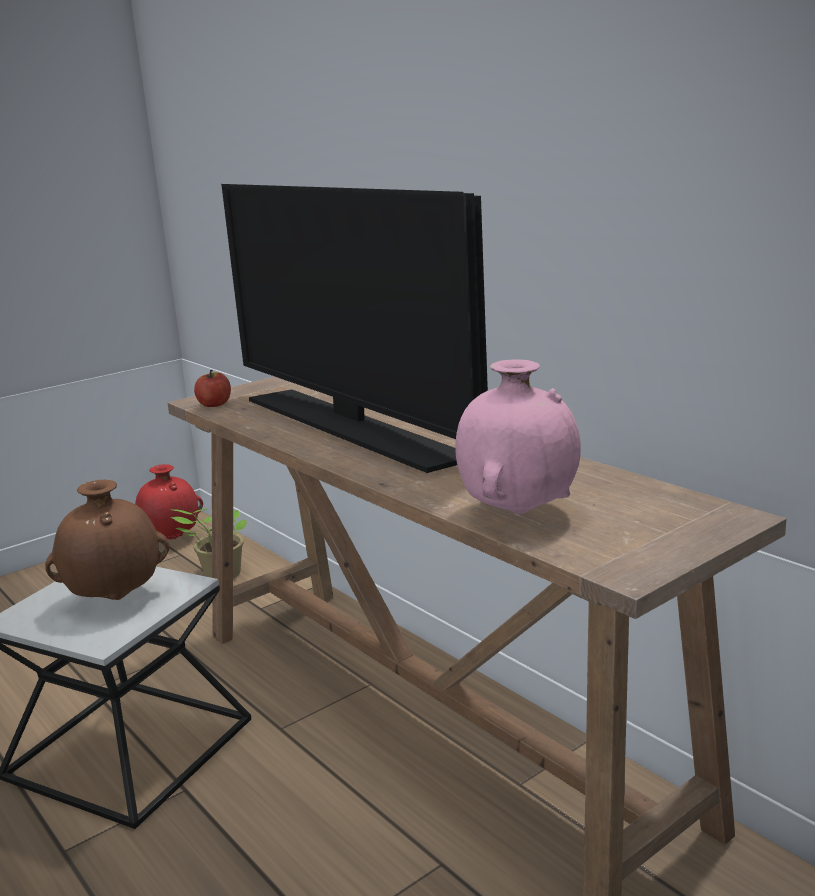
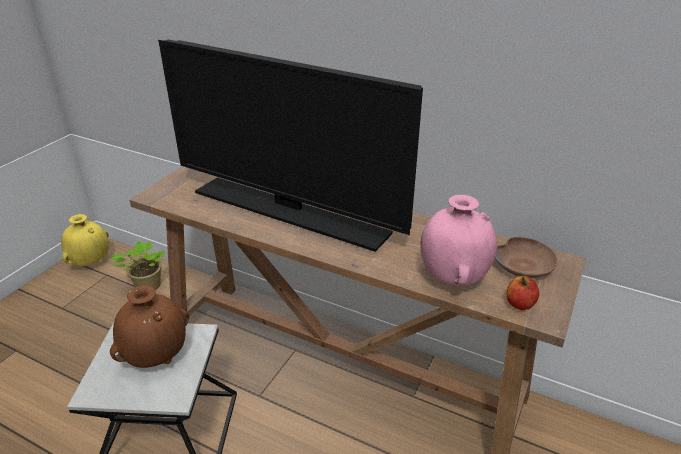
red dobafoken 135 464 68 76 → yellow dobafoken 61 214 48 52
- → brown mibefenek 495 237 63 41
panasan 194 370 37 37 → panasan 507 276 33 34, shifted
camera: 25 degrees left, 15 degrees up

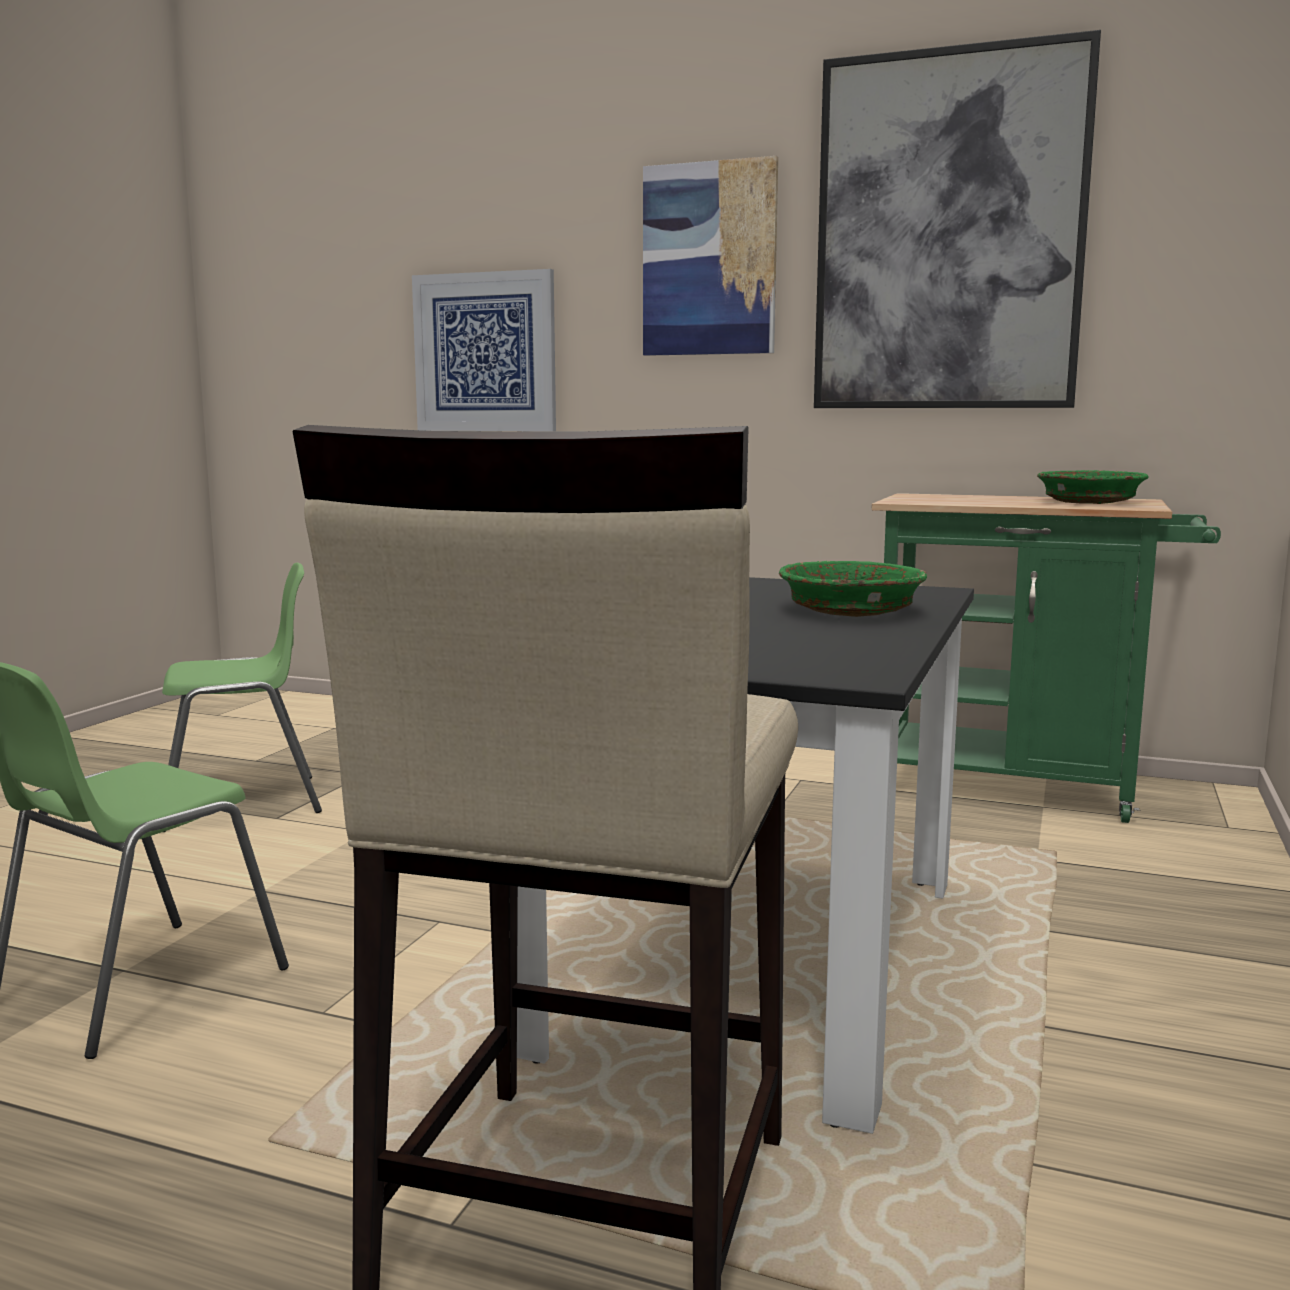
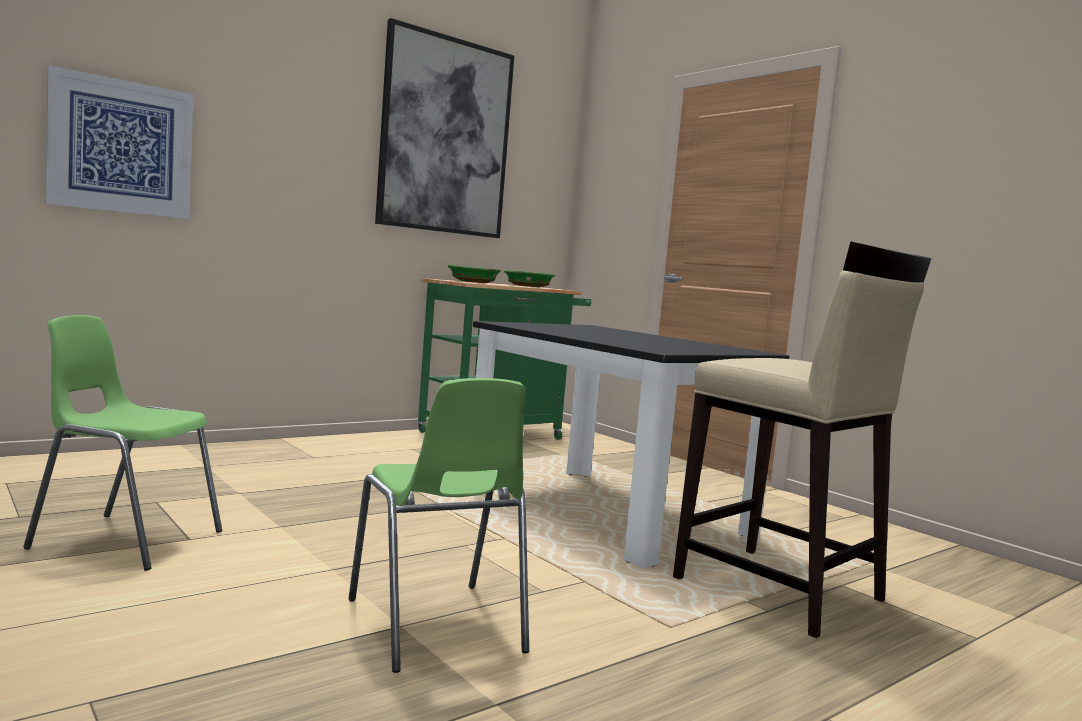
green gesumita 162 563 160 269 → green gesumita 23 315 199 256, 90 degrees counterclockwise
green mibefenek 779 561 148 56 → green mibefenek 448 265 53 18, shifted
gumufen 643 156 135 200 → -
camera: 60 degrees left, 5 degrees down

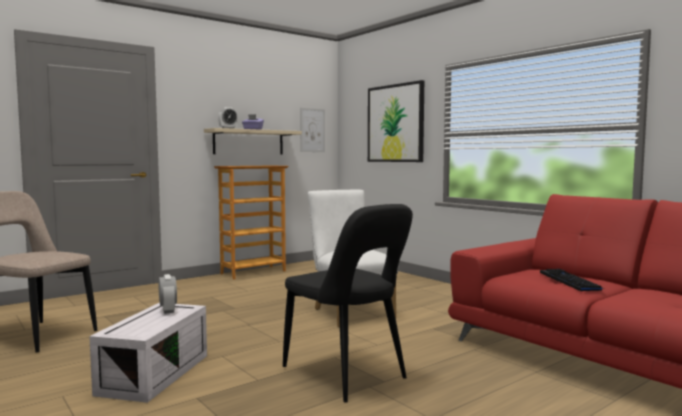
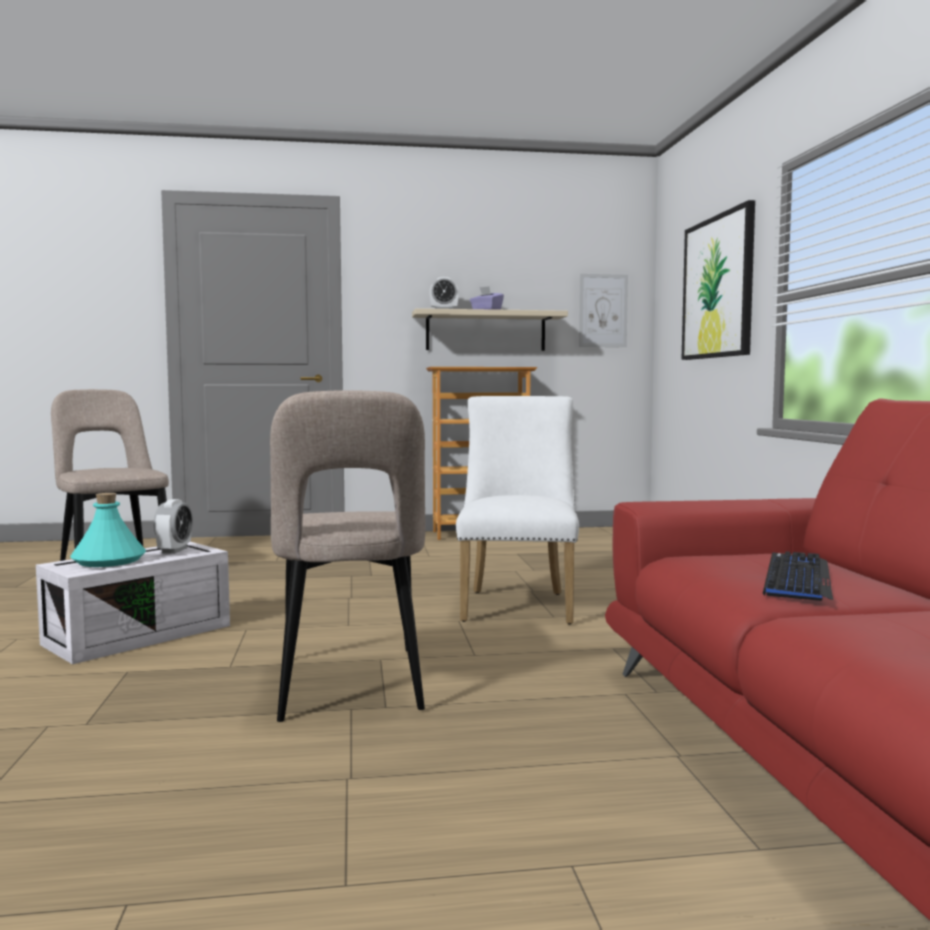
- → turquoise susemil 70 493 76 74
black gesumita 283 204 130 199 → beige gesumita 270 390 156 332
camera: 30 degrees right, 0 degrees up

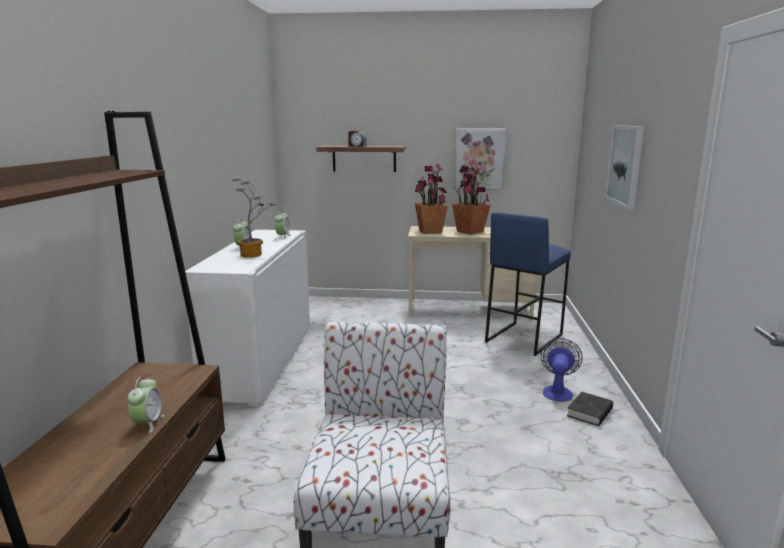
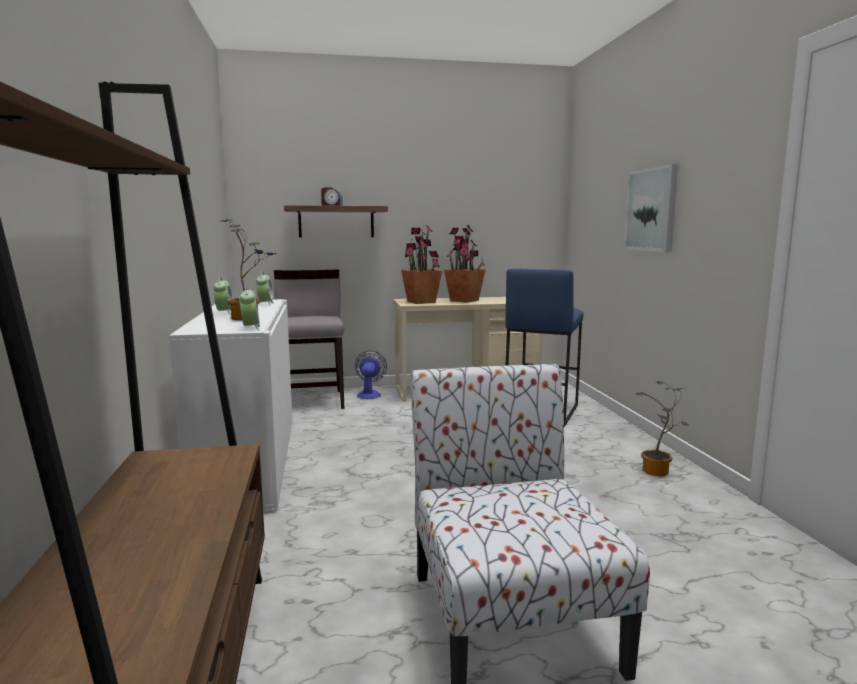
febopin 128 377 36 56 → febopin 239 285 21 46, shifted
- → grey gesumita 274 269 71 140
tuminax 541 338 41 64 → tuminax 355 350 32 49, shifted
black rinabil 567 392 46 34 → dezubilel 635 381 54 95
gumufen 454 128 52 62 → -
camera: 15 degrees left, 5 degrees down

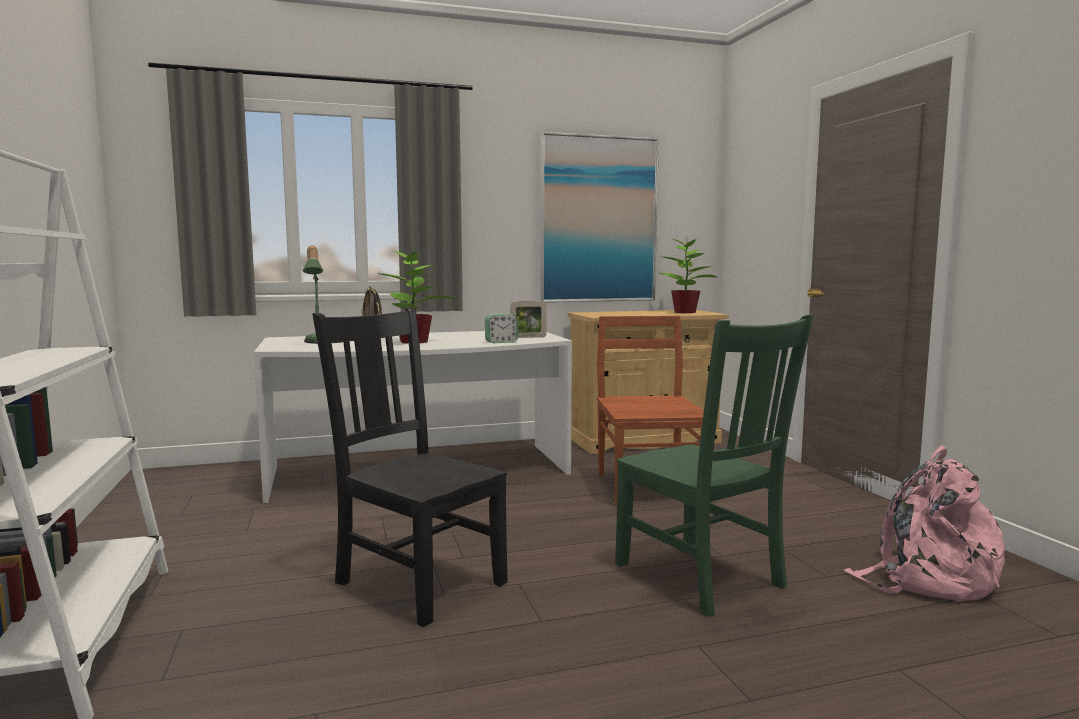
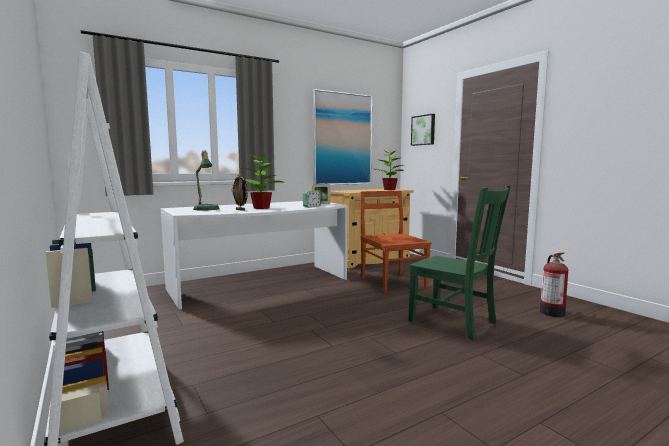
- → gumufen 411 114 24 32
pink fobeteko 844 445 161 157 → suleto 540 252 28 65
black gesumita 312 306 196 321 → -
camera: 15 degrees left, 0 degrees up

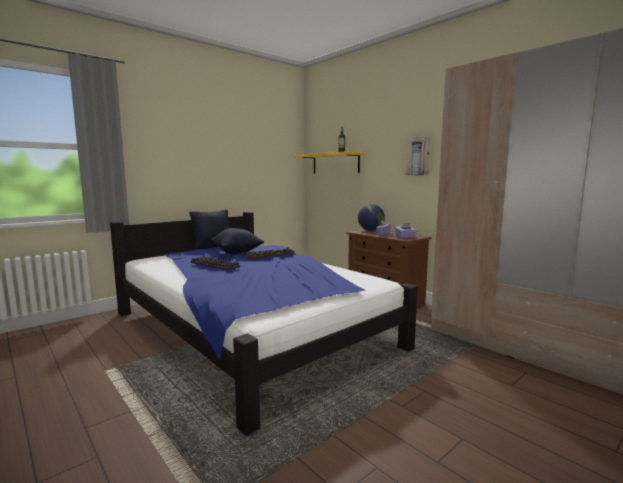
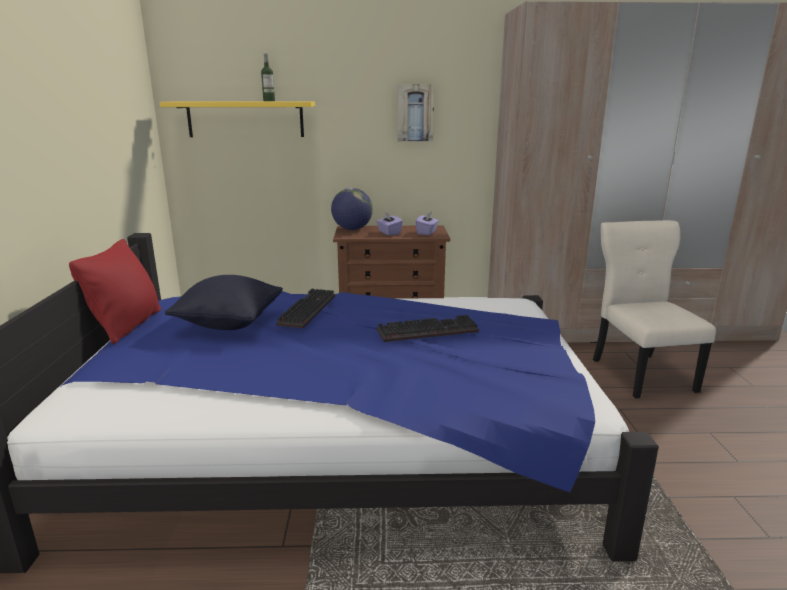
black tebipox 190 209 39 40 → red tebipox 69 239 92 105
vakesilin 191 256 49 14 → vakesilin 377 315 102 27, shifted
- → beige gesumita 593 220 123 179
camera: 50 degrees left, 10 degrees up

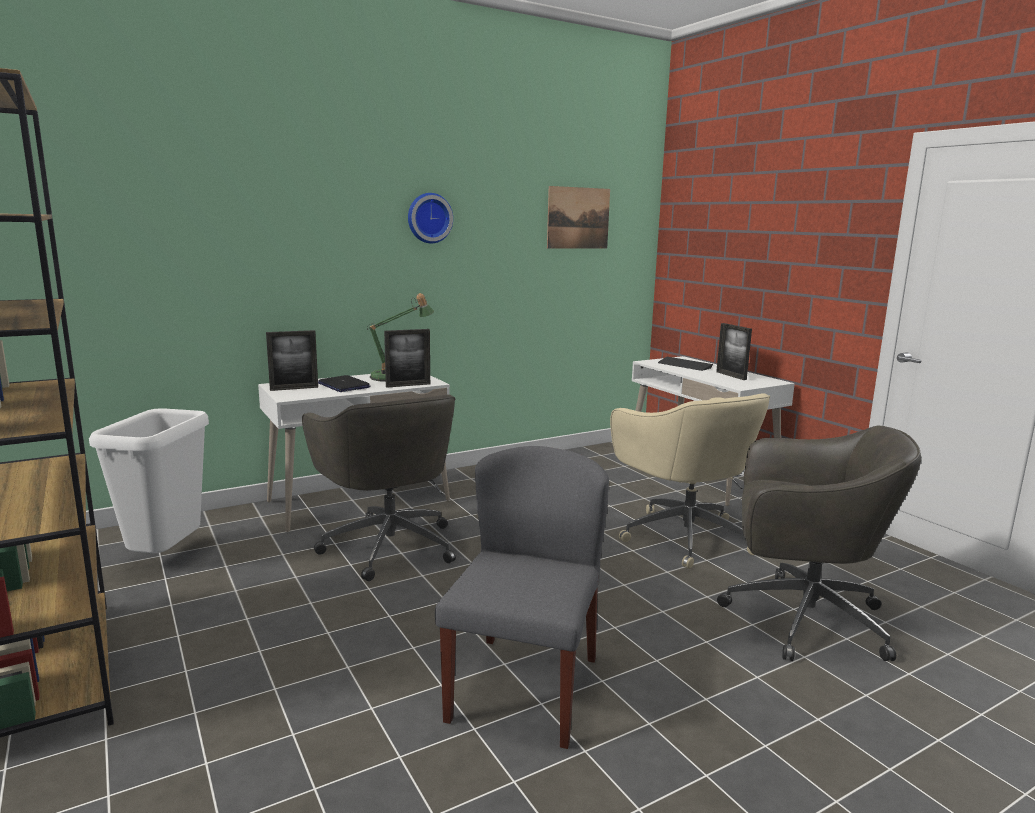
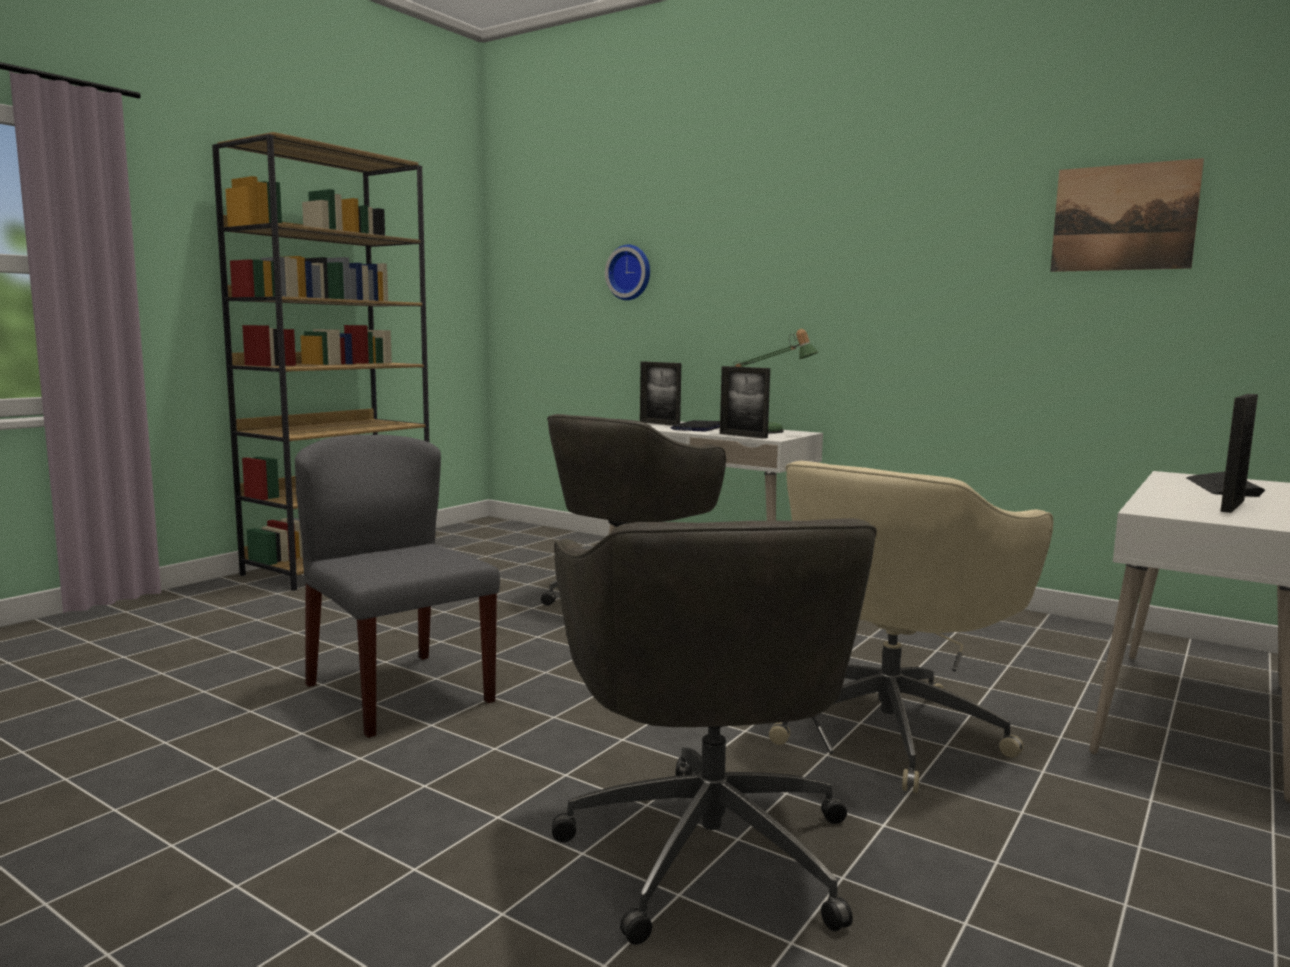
grey gesumita 435 446 174 303 → grey gesumita 295 435 205 303, 120 degrees counterclockwise
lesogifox 408 193 45 50 → lesogifox 605 244 45 56, shifted
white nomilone 89 408 120 145 → -
camera: 65 degrees right, 5 degrees down

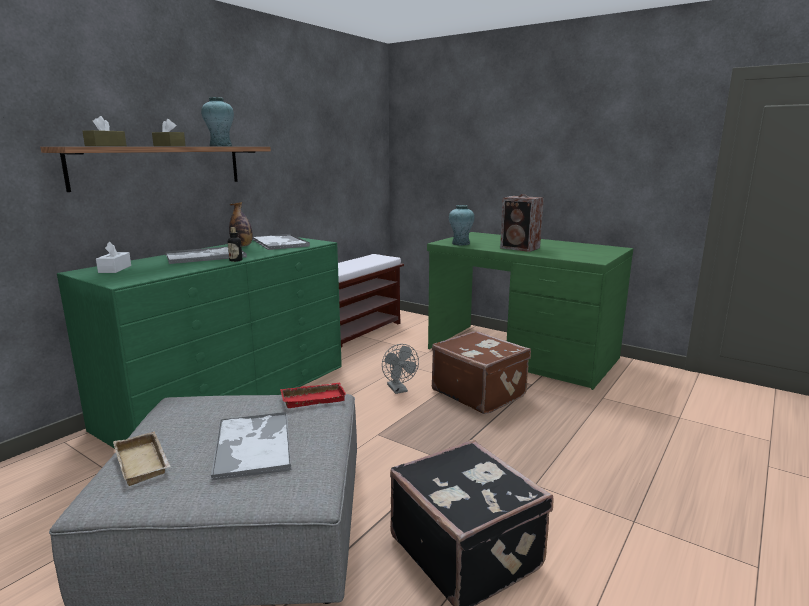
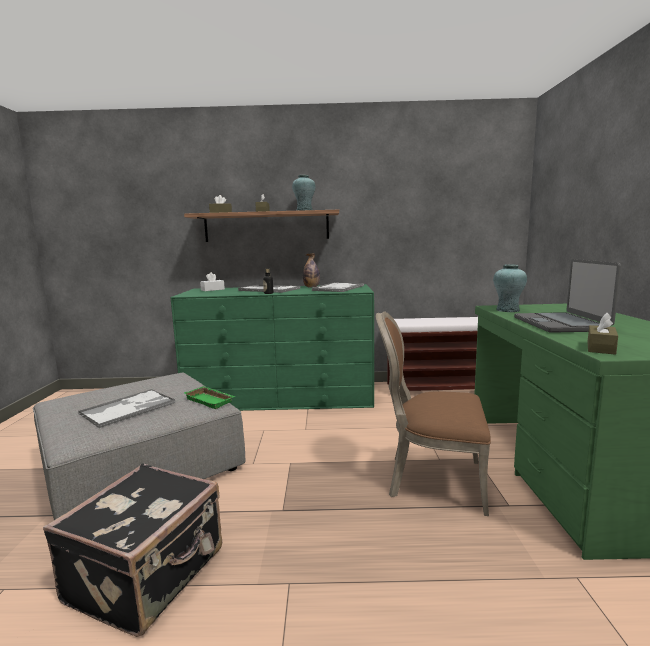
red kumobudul 280 383 66 25 → green kumobudul 184 386 52 23
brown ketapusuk 432 331 99 83 → brown gesumita 376 311 115 205
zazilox 500 194 44 58 → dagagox 514 259 107 74
- → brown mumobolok 588 313 30 42
beige kumobudul 113 431 58 55 → -
grey tuminax 382 344 37 50 → -
camera: 55 degrees right, 5 degrees down

